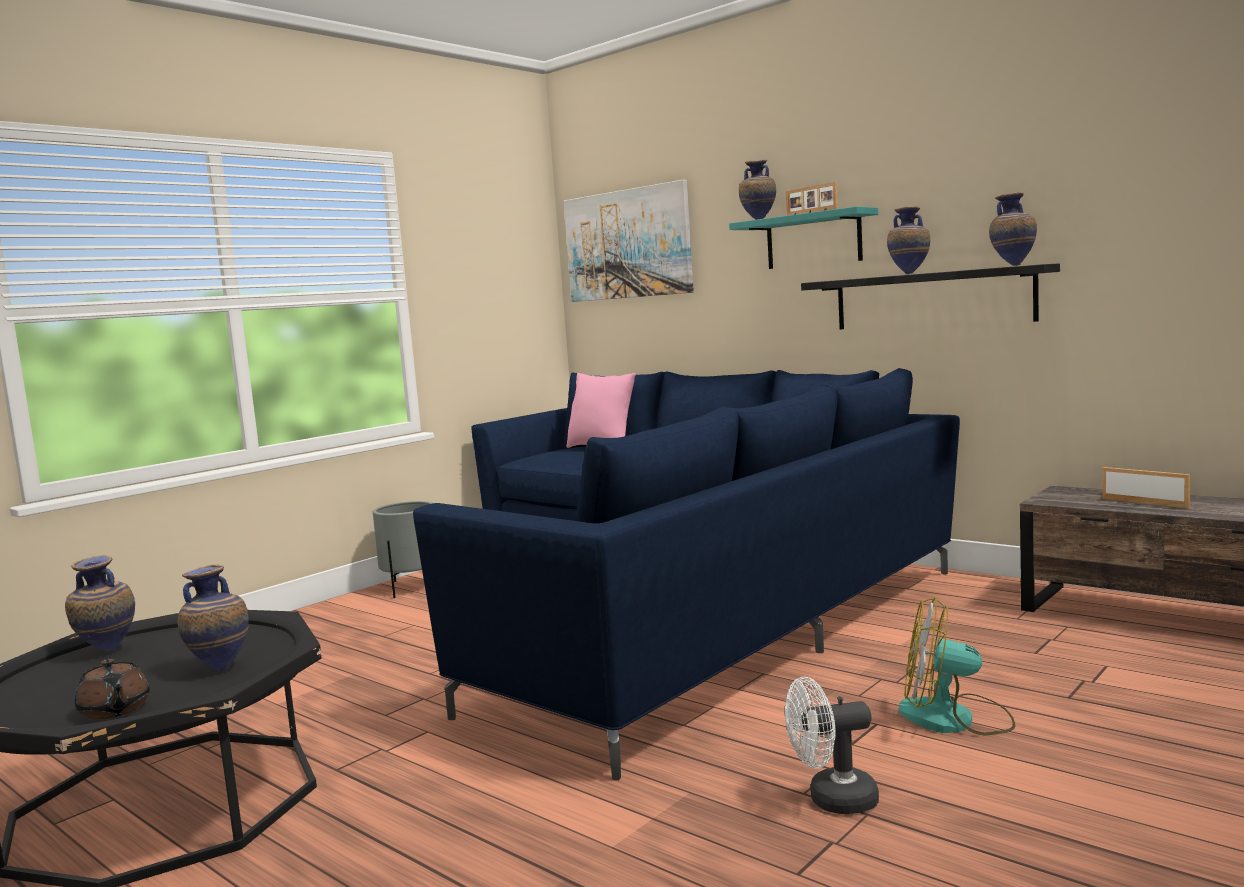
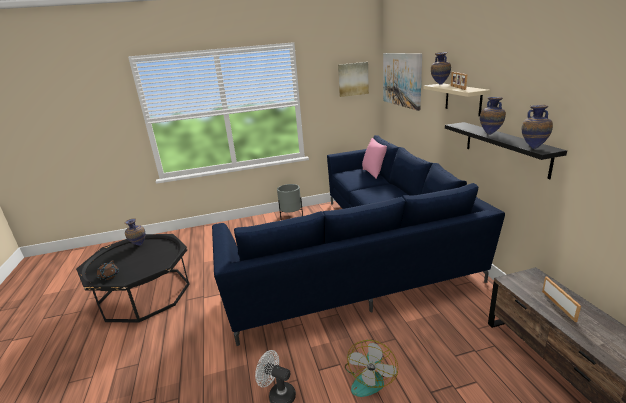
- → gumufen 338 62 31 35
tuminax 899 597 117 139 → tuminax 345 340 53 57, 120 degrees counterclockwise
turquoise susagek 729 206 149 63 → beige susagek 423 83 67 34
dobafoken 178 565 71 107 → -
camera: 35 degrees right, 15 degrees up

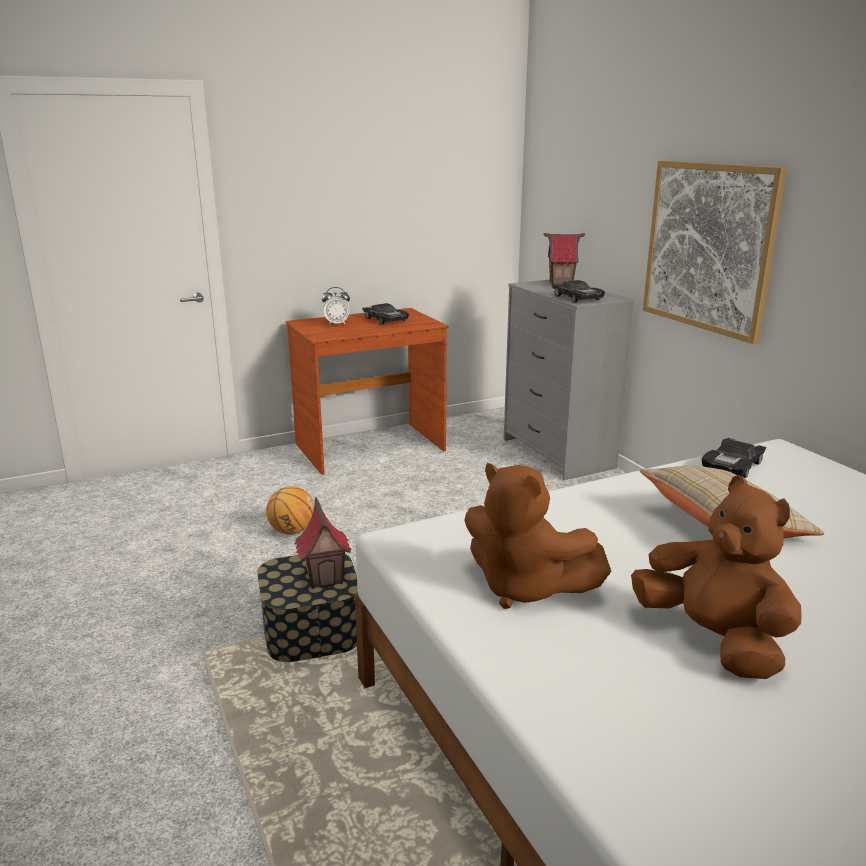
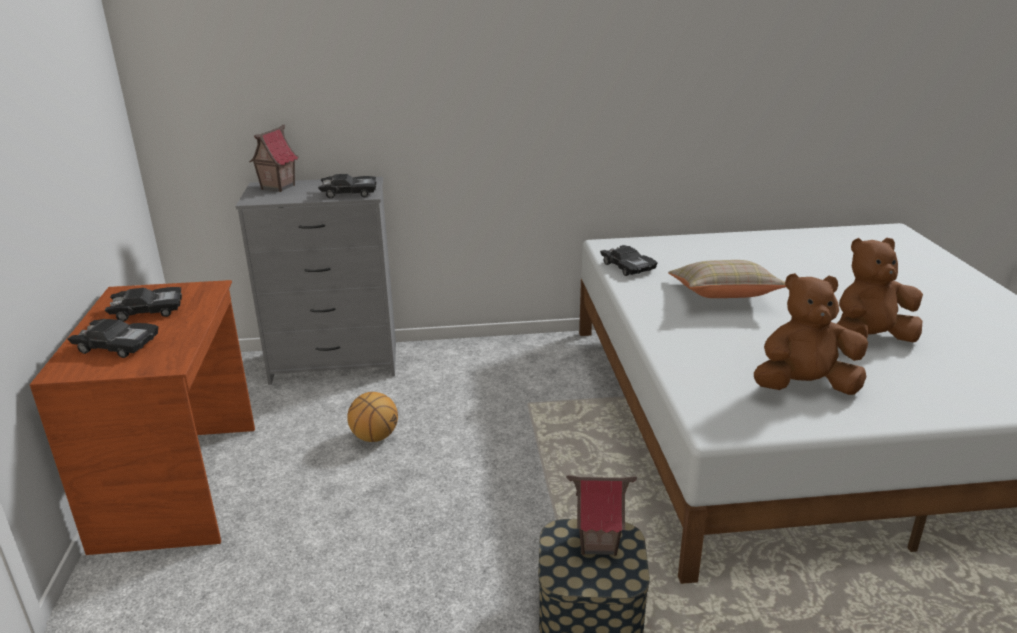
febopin 322 287 28 39 → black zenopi 68 319 91 39
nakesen 266 486 48 49 → nakesen 347 392 51 50, shifted
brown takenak 464 463 147 146 → brown takenak 754 273 114 122, 150 degrees counterclockwise
gumufen 643 161 144 183 → -
camera: 70 degrees left, 5 degrees up

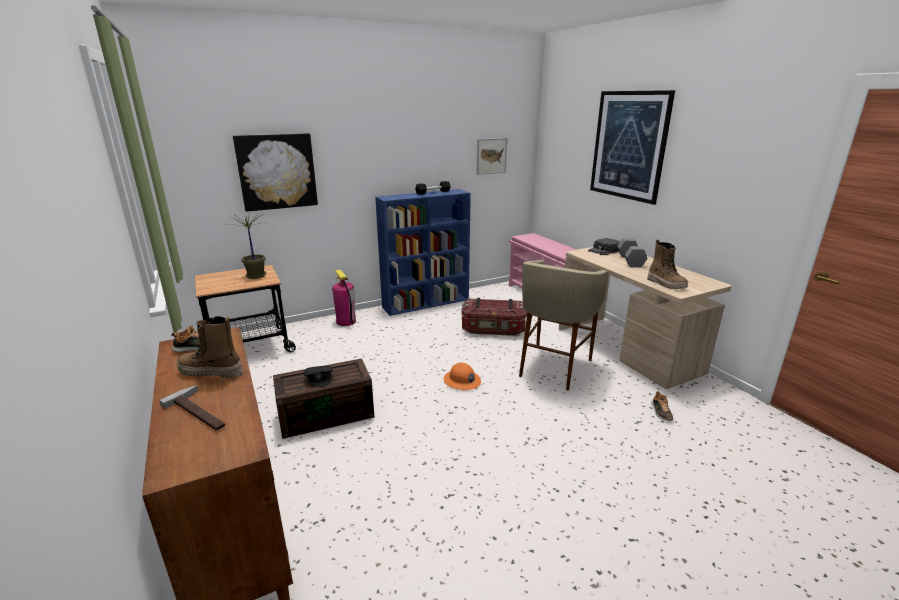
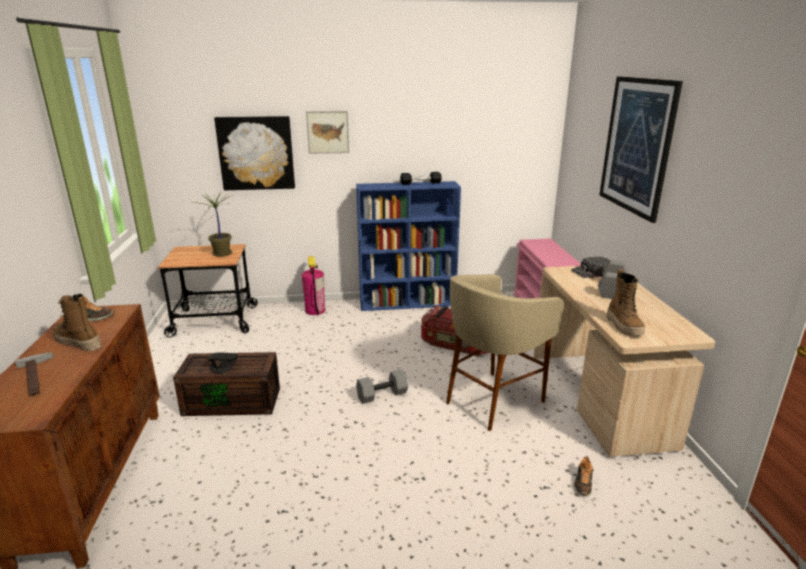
gumufen 477 138 30 37 → gumufen 306 111 43 43, shifted
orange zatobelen 444 362 37 28 → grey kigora 356 369 52 35
camera: 20 degrees right, 0 degrees up

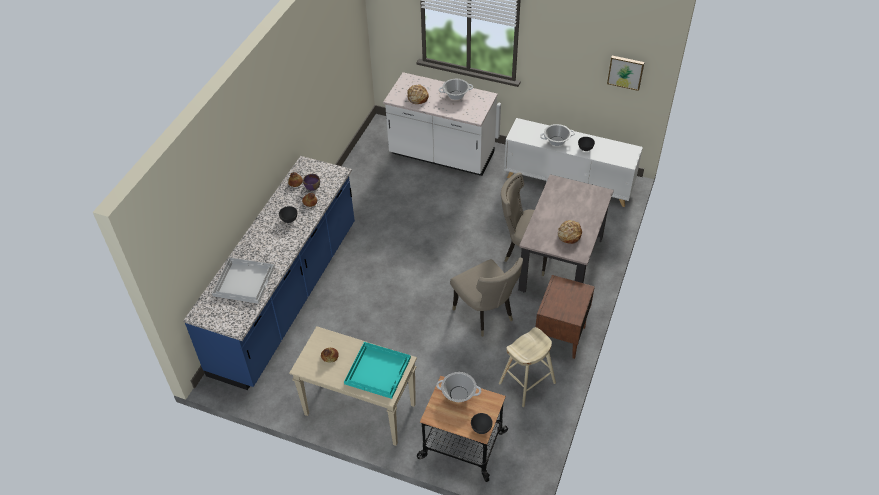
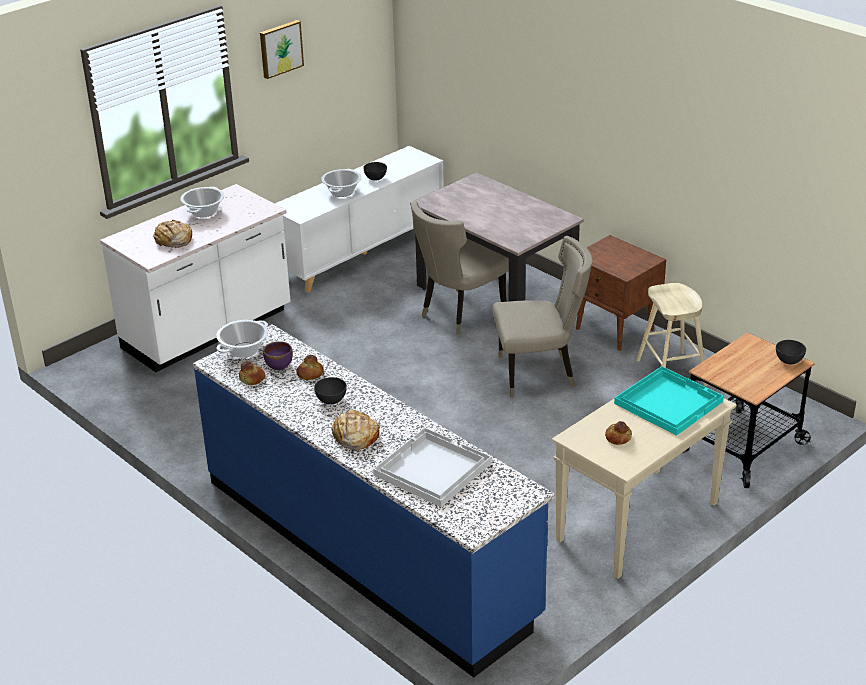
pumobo 436 372 45 30 → pumobo 216 320 52 38, shifted
gumufen 607 56 38 35 → gumufen 260 20 44 59, shifted
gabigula 558 220 24 24 → gabigula 332 410 48 40, shifted
camera: 65 degrees left, 15 degrees down

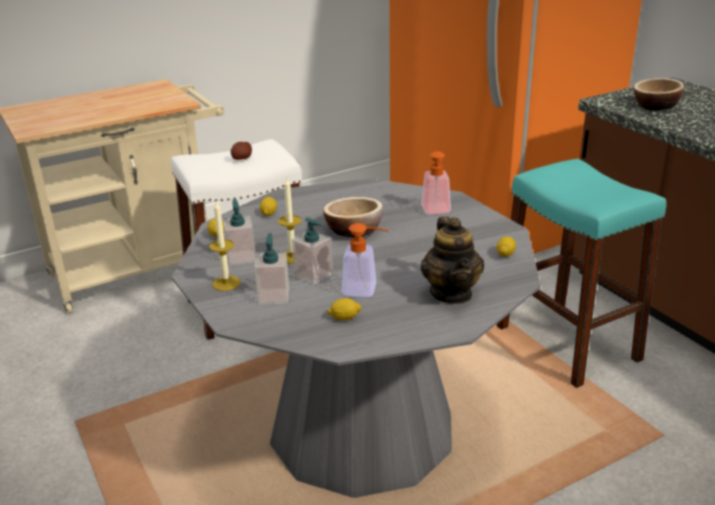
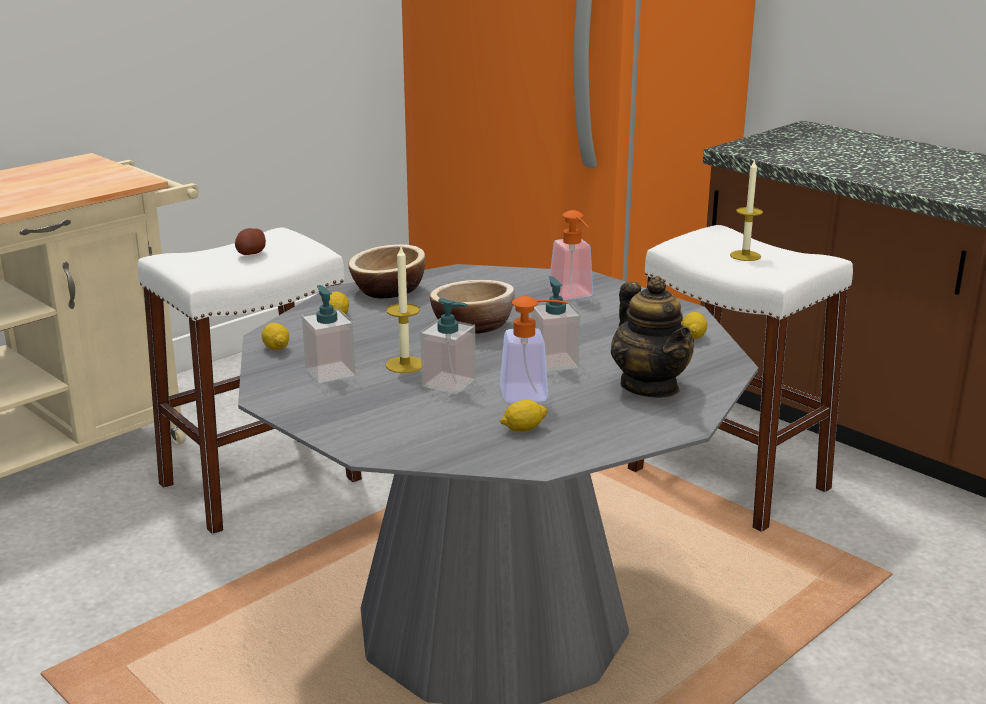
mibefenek 633 78 51 32 → mibefenek 348 244 78 55, shifted
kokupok 254 233 35 72 → kokupok 531 276 50 96, shifted
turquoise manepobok 497 159 169 229 → white manepobok 628 225 225 307
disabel 210 201 31 90 → disabel 730 159 33 102, shifted
camera: 15 degrees left, 5 degrees down

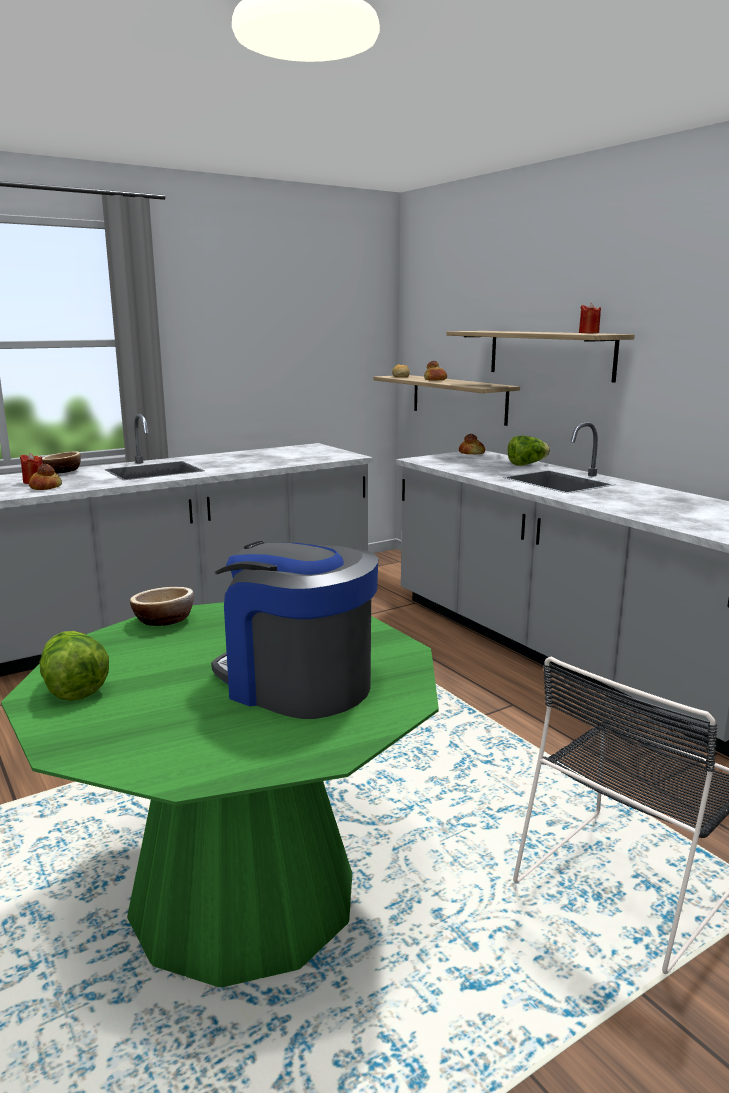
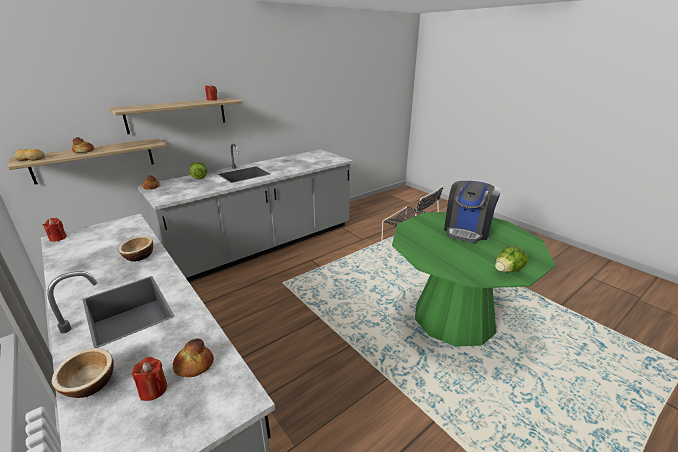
- → red disabel 43 218 24 24
mibefenek 130 587 64 39 → mibefenek 118 236 35 26, shifted
camera: 95 degrees left, 10 degrees up

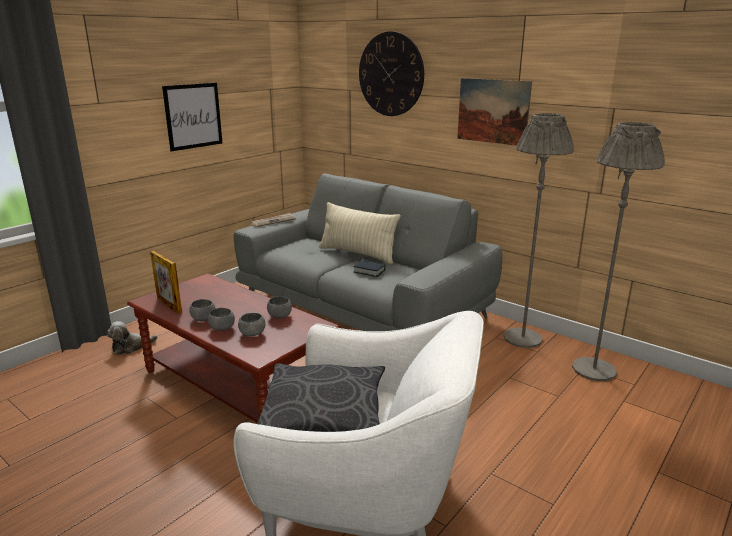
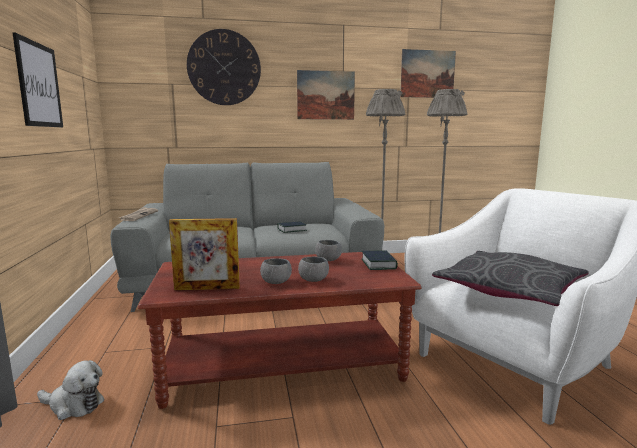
takenak 106 321 52 34 → takenak 37 360 67 60, 90 degrees counterclockwise
- → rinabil 362 250 36 20
- → gumufen 400 49 56 49
grey mibefenek 238 313 27 23 → -
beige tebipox 319 202 82 62 → -
camera: 50 degrees left, 10 degrees down

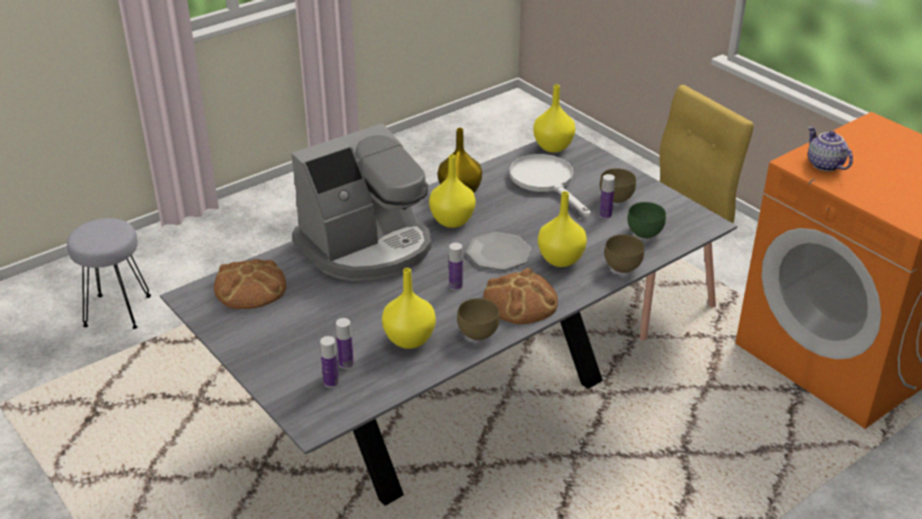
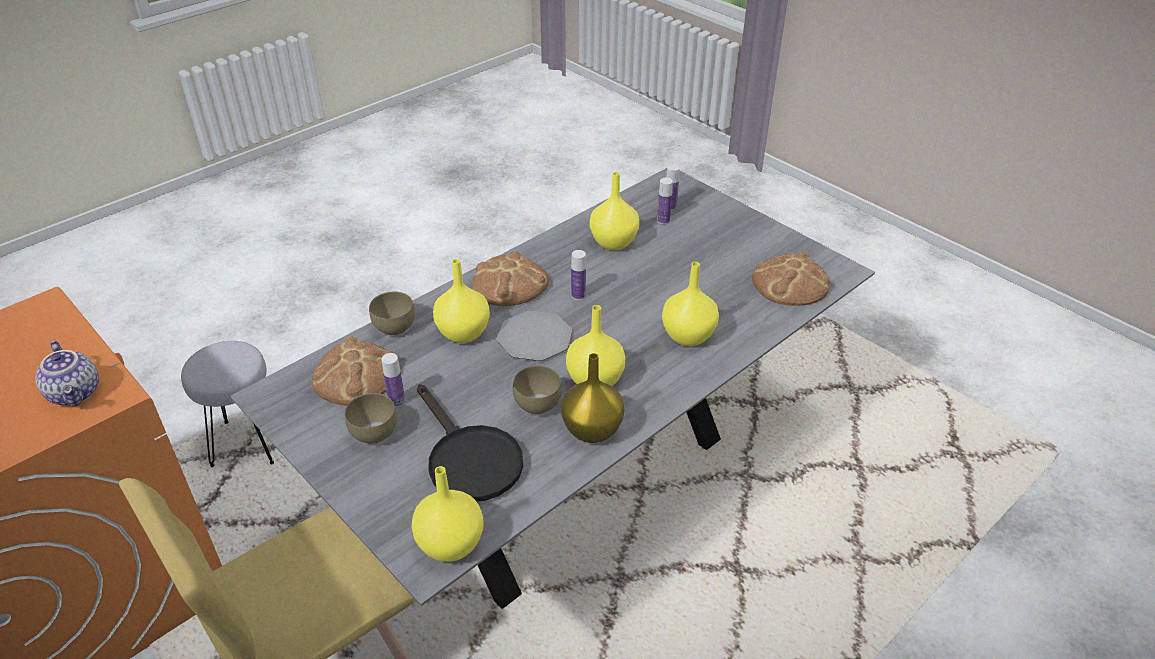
grey manepobok 67 218 84 111 → grey manepobok 181 341 93 126, shifted
green mibefenek 628 202 38 37 → gabigula 312 336 81 70
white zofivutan 510 154 81 62 → black zofivutan 417 384 106 117
brown mibefenek 457 298 43 43 → brown mibefenek 513 365 49 49, shifted
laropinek 291 123 140 158 → yellow dobafoken 662 262 57 84
camera: 175 degrees right, 5 degrees up

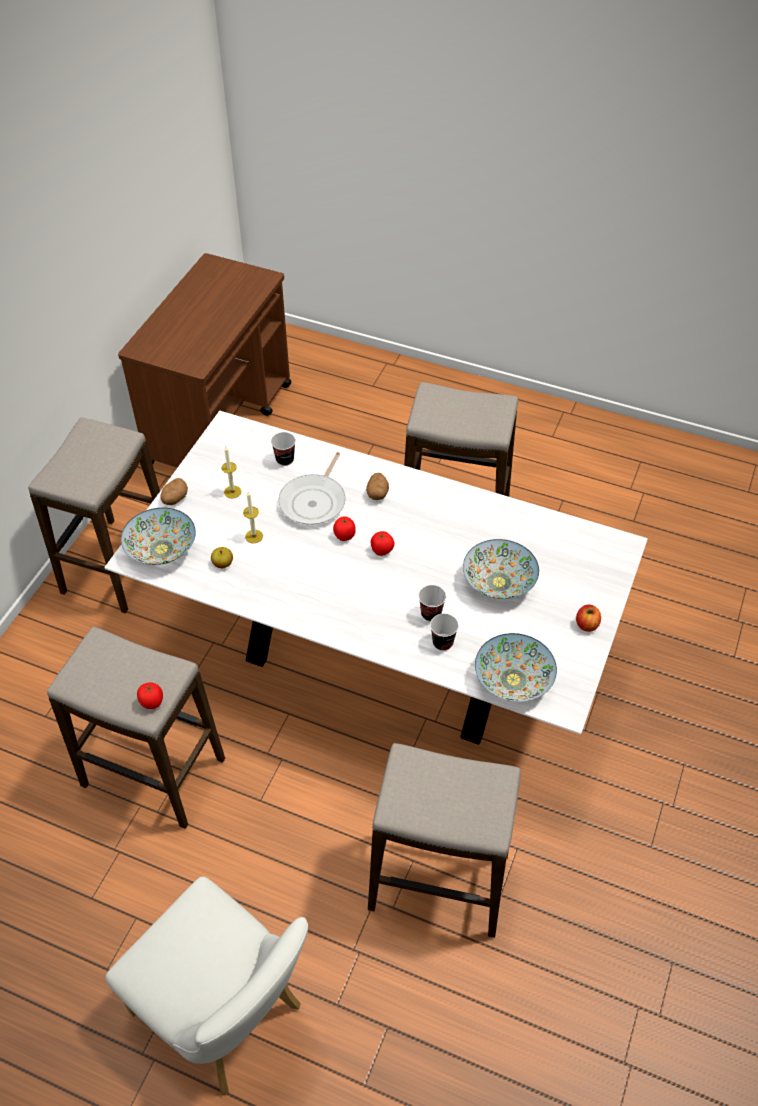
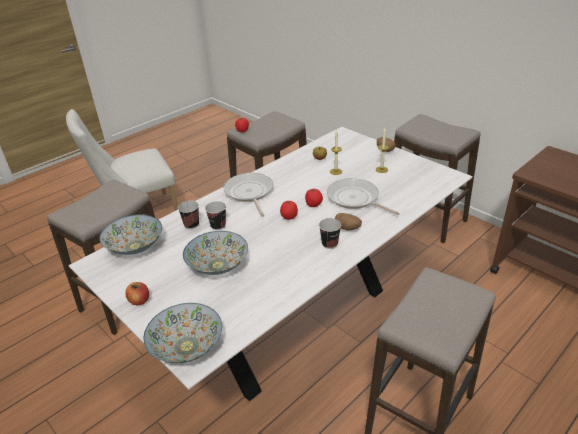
mibefenek 121 508 75 57 → mibefenek 144 303 78 60, shifted
- → zofivutan 223 173 50 44
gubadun 271 432 25 34 → gubadun 319 218 22 31, shifted
camera: 115 degrees right, 15 degrees down

